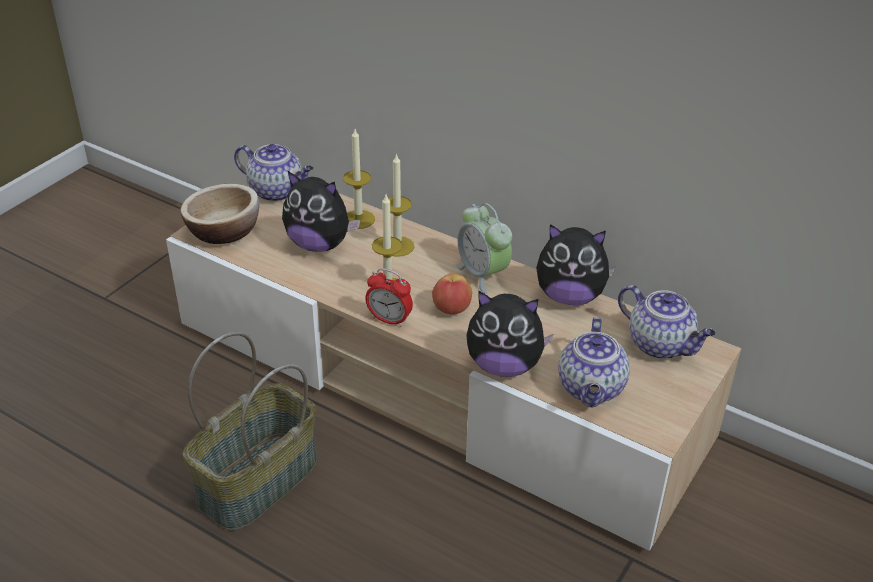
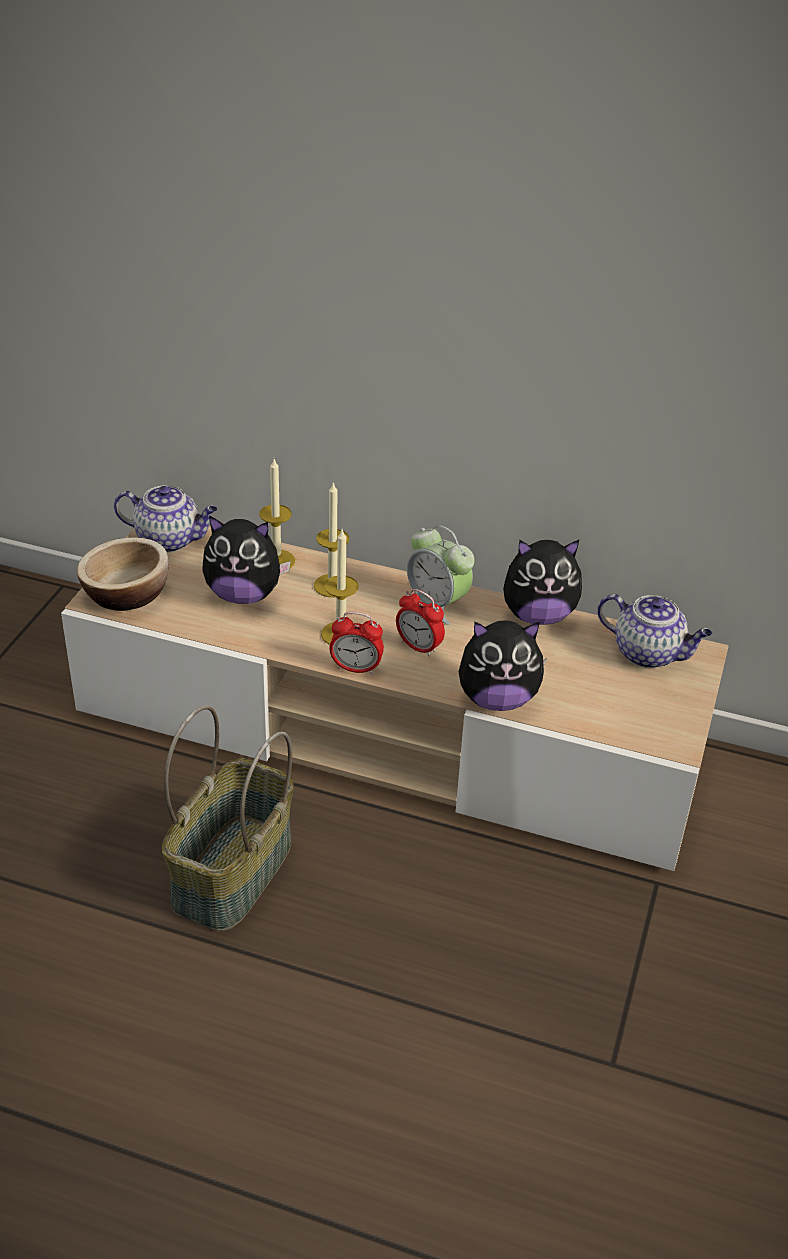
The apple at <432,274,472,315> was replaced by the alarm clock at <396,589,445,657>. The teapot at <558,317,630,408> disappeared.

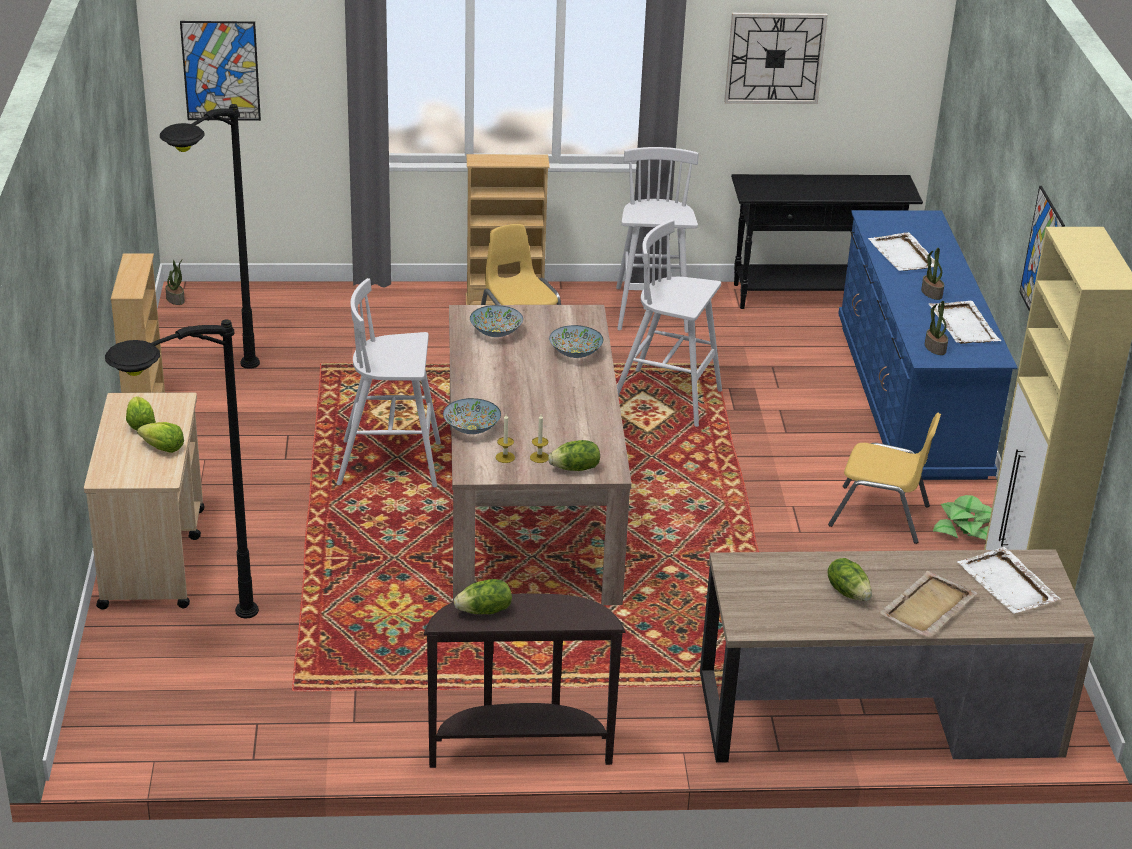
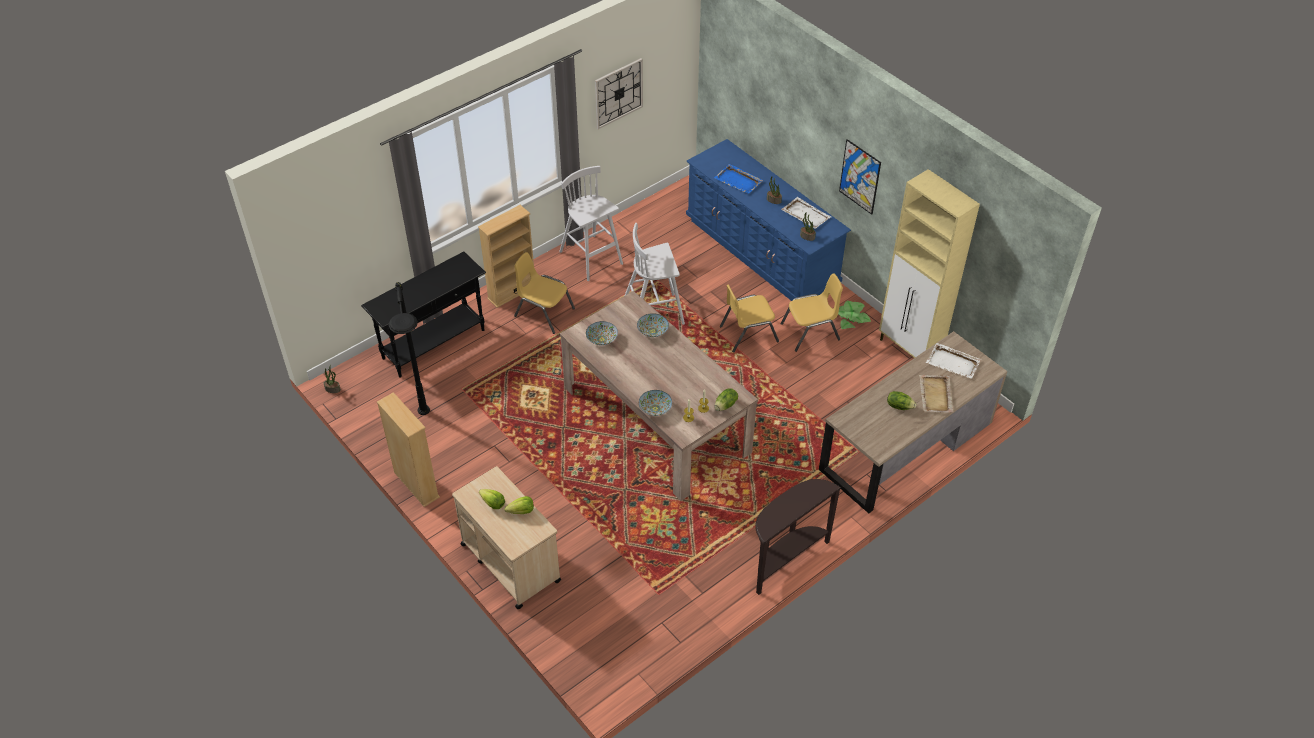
The floor lamp/black at <105,319,259,619> disappeared. The picture at <180,21,261,121> disappeared. The stool/white at <337,278,441,487> disappeared. The lettuce at <454,579,512,614> disappeared. The console table/black moved from <731,174,923,309> to <361,251,486,378>. The tray/white at <868,232,935,271> became the tray/blue at <714,164,763,194>. The chair/yellow at <720,285,779,352> appeared.

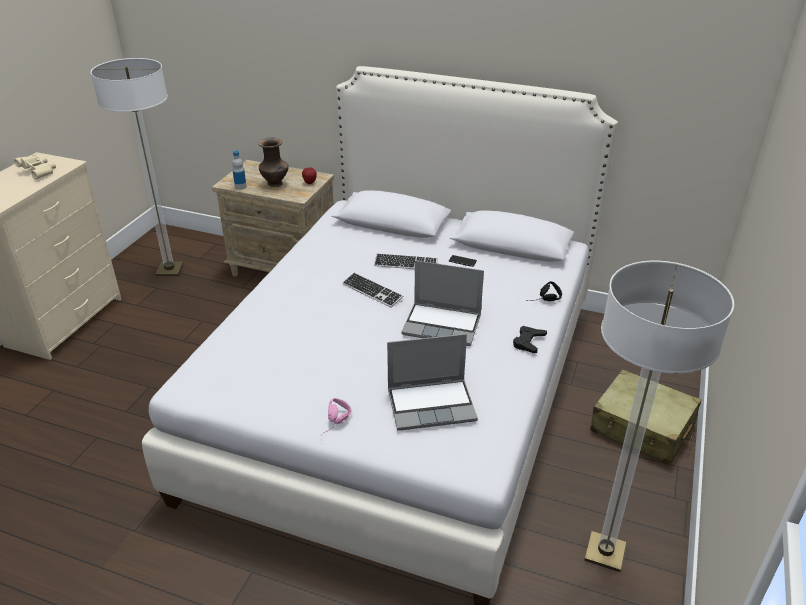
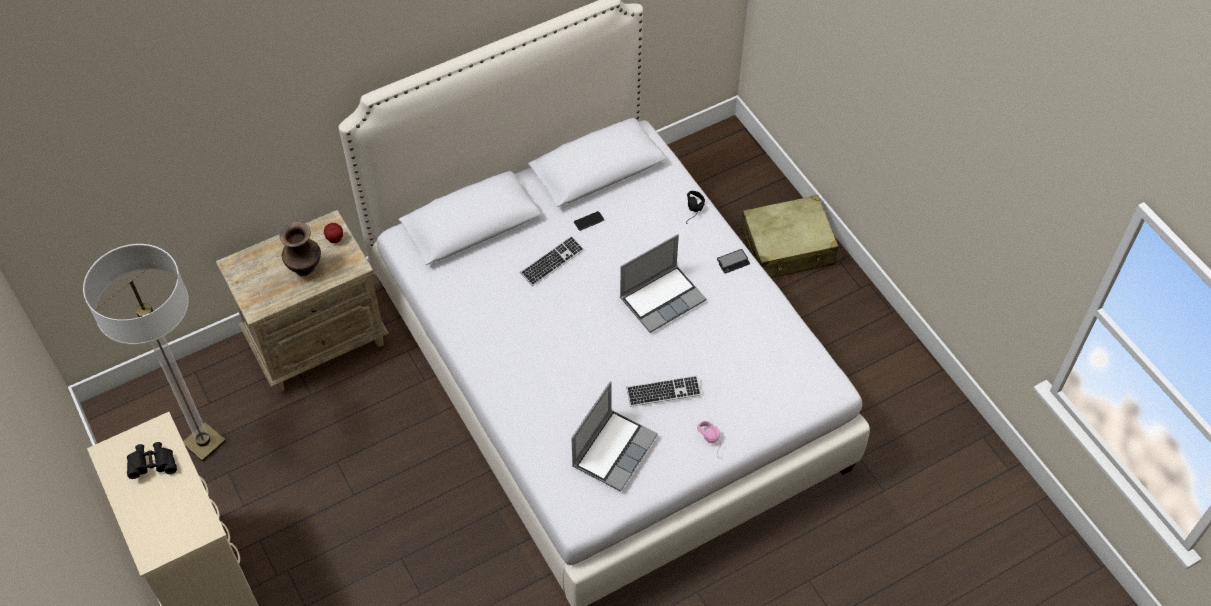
The binoculars/beige at <14,155,56,179> became the binoculars/black at <127,442,177,479>. The bottle at <232,151,247,190> disappeared. The keyboard moved from <342,272,403,308> to <626,375,701,407>. The laptop moved from <387,334,478,431> to <571,381,658,492>. The game controller/black at <513,326,547,353> was replaced by the phone at <717,249,750,274>. The floor lamp at <584,261,734,572> disappeared.

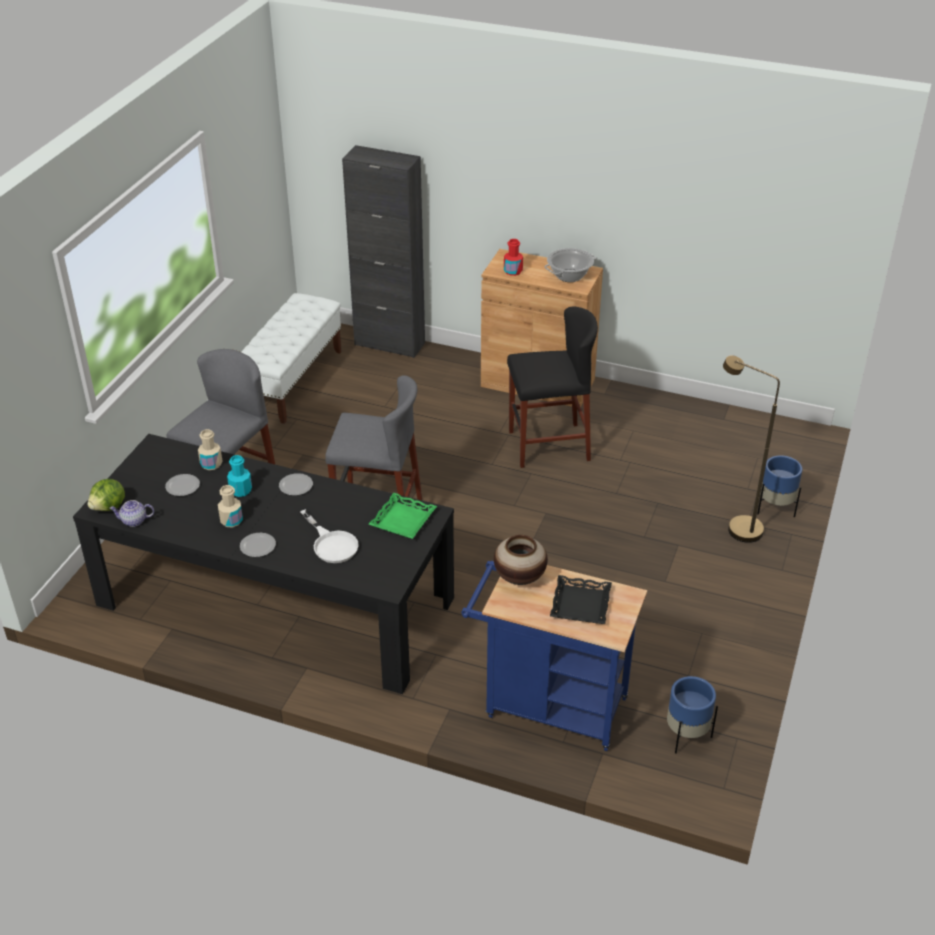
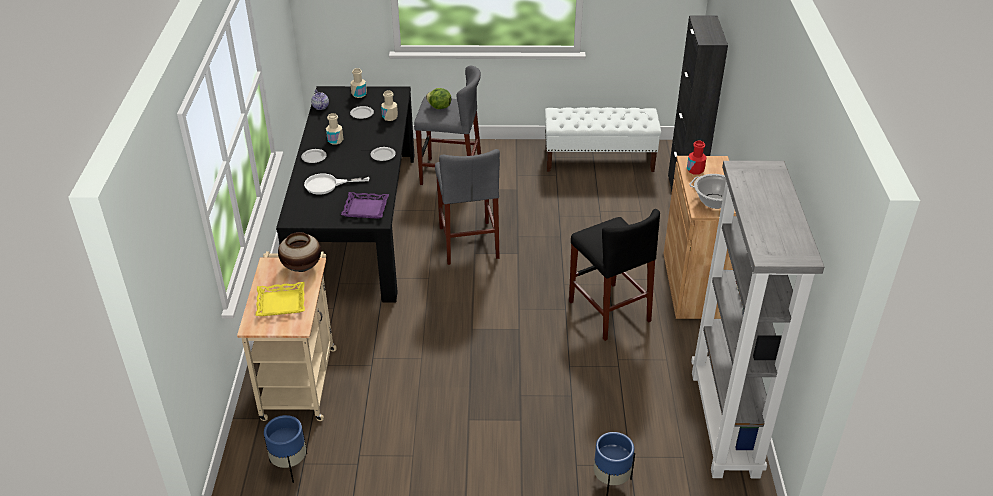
The lettuce moved from <87,479,125,511> to <426,88,451,109>. The bottle/turquoise at <227,455,252,497> disappeared. The frying pan/white at <300,509,359,563> turned 45 degrees clockwise. The tray/green at <369,493,437,539> became the tray/purple at <341,192,389,219>. The cart/blue at <461,561,647,751> became the cart/beige at <237,251,337,421>. The tray/black at <550,575,612,624> became the tray/yellow at <256,282,305,316>. The floor lamp/brown at <723,356,780,543> disappeared. The bottle/beige at <350,68,367,98> appeared. The bookcase/grey at <691,161,824,479> appeared.

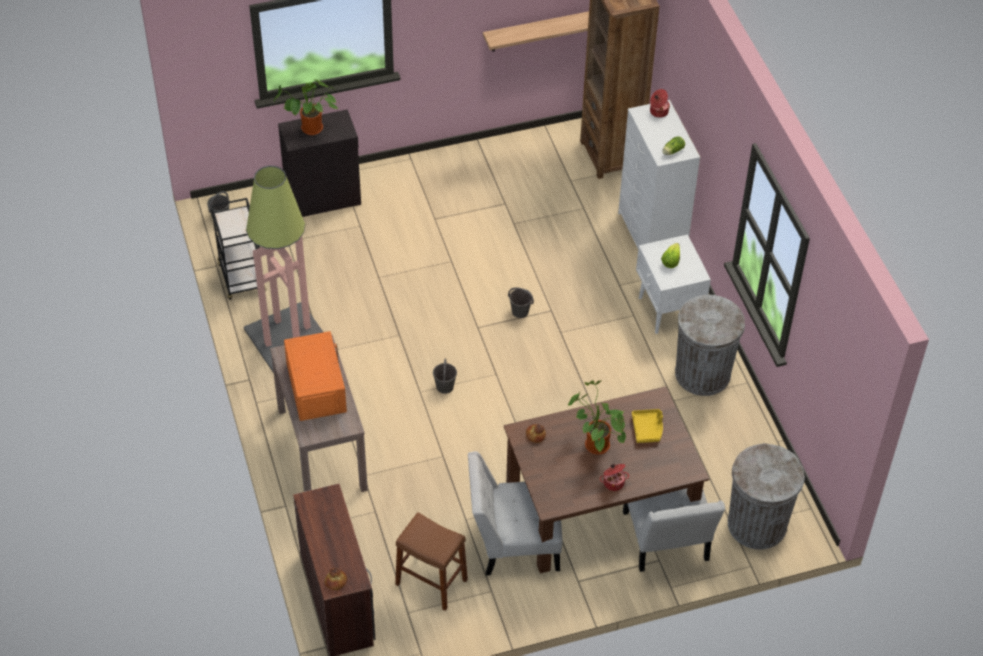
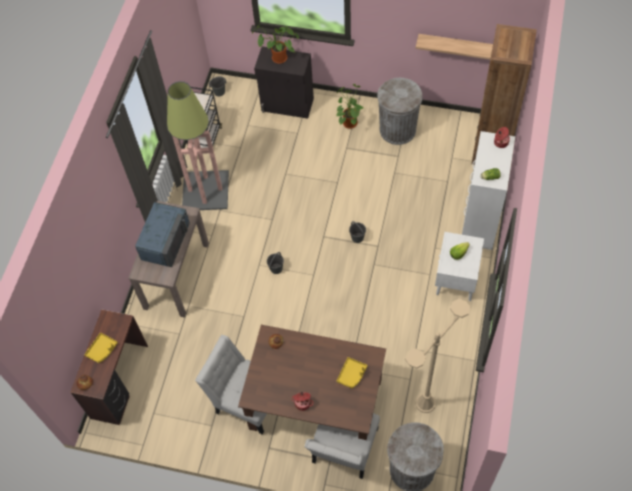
The microwave/orange at <284,331,347,421> became the microwave/blue at <135,202,190,267>. The stool/brown at <395,512,468,611> disappeared. The potted plant moved from <568,380,626,455> to <336,84,363,129>. The trash can/grey moved from <675,295,745,396> to <377,78,423,145>. The tray/yellow at <85,333,118,363> appeared. The floor lamp/beige at <405,299,471,413> appeared.

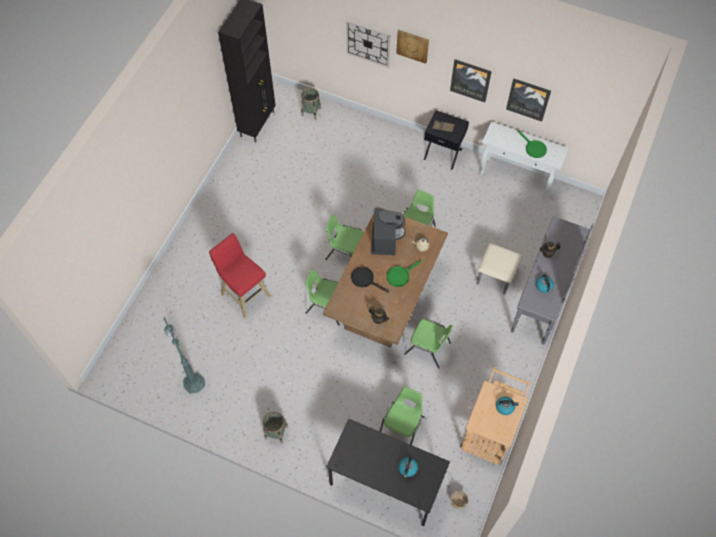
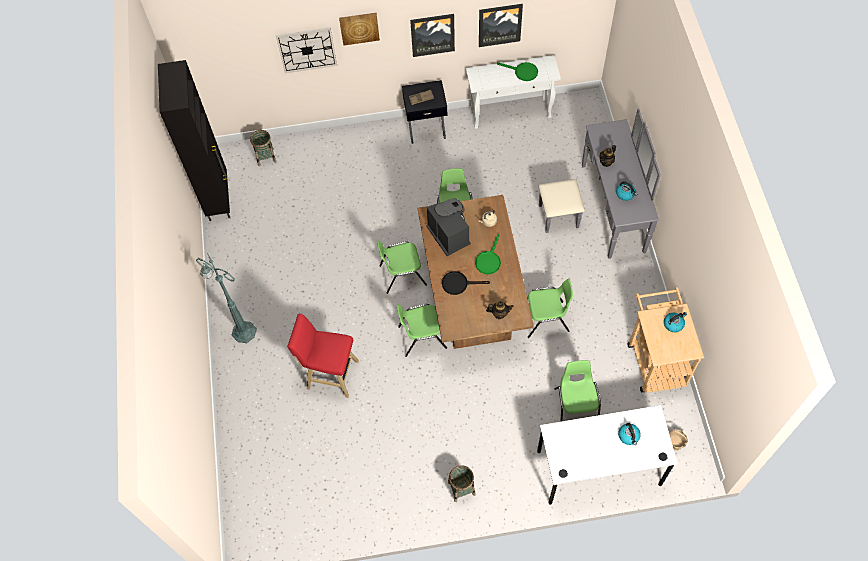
The floor lamp/green moved from <164,317,205,394> to <196,253,257,343>. The desk/black at <326,418,450,526> became the desk/white at <537,405,678,505>.

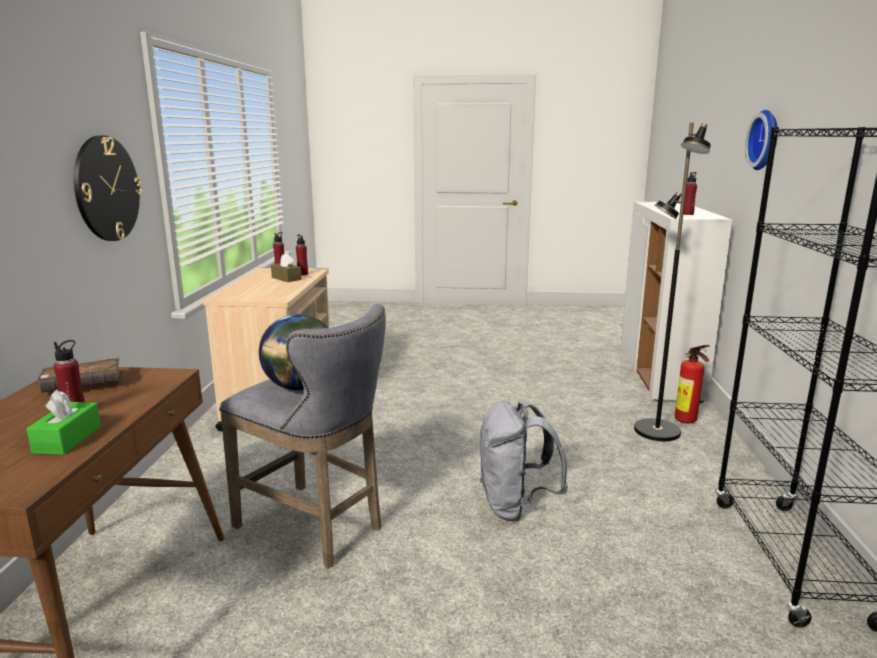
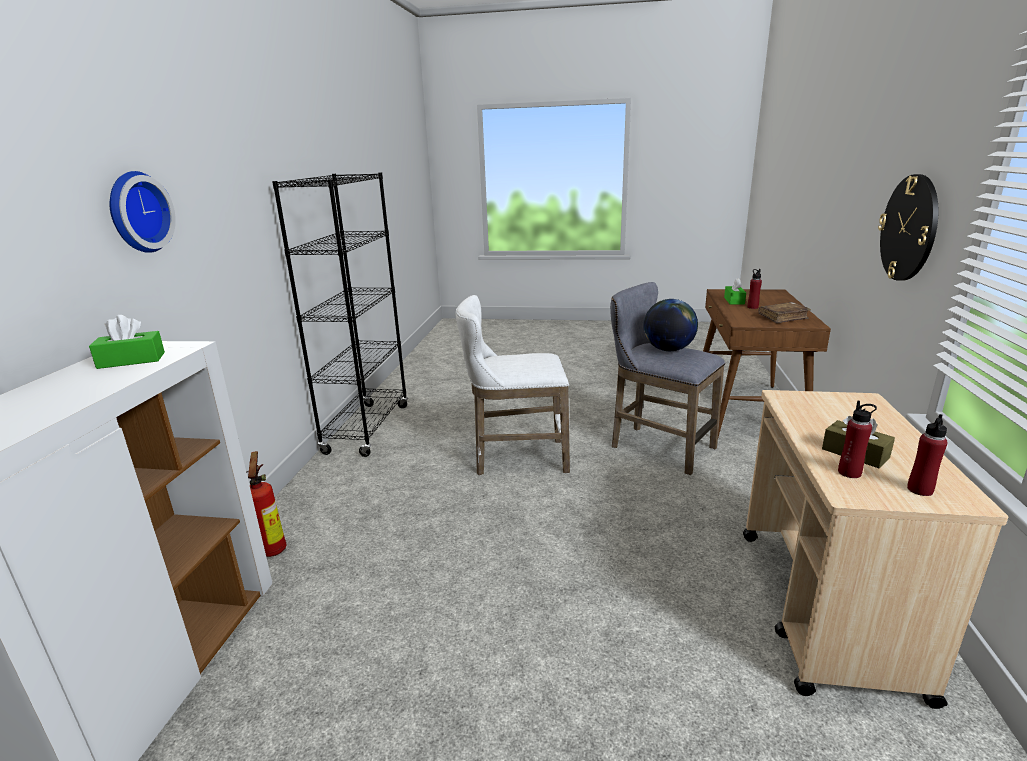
The backpack/grey at <479,401,568,522> was replaced by the stool/white at <456,295,570,475>. The floor lamp/black at <634,122,711,441> disappeared. The bottle/red at <683,172,697,215> was replaced by the tissue box/green at <89,315,165,369>.

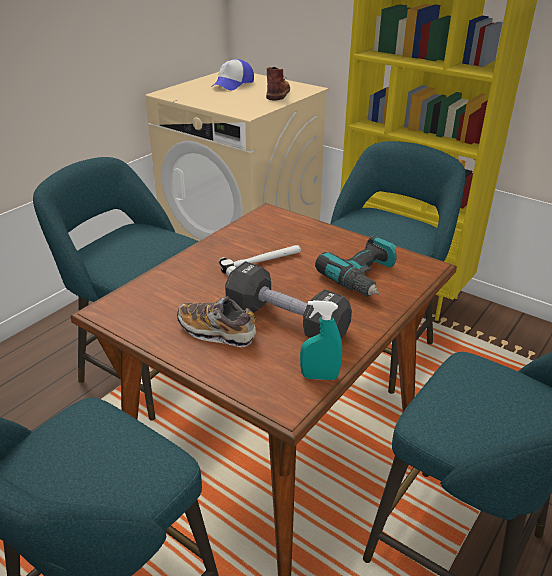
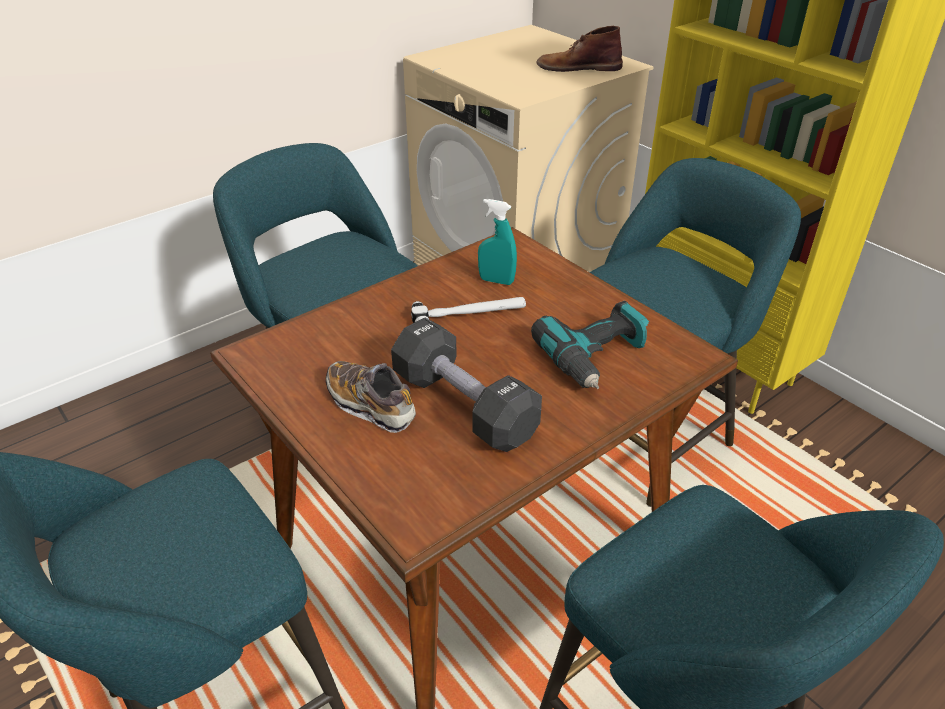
The cap at <211,59,254,90> disappeared. The boot/brown at <266,67,290,100> turned 105 degrees counterclockwise. The spray bottle/turquoise moved from <300,300,342,380> to <478,199,517,285>.

